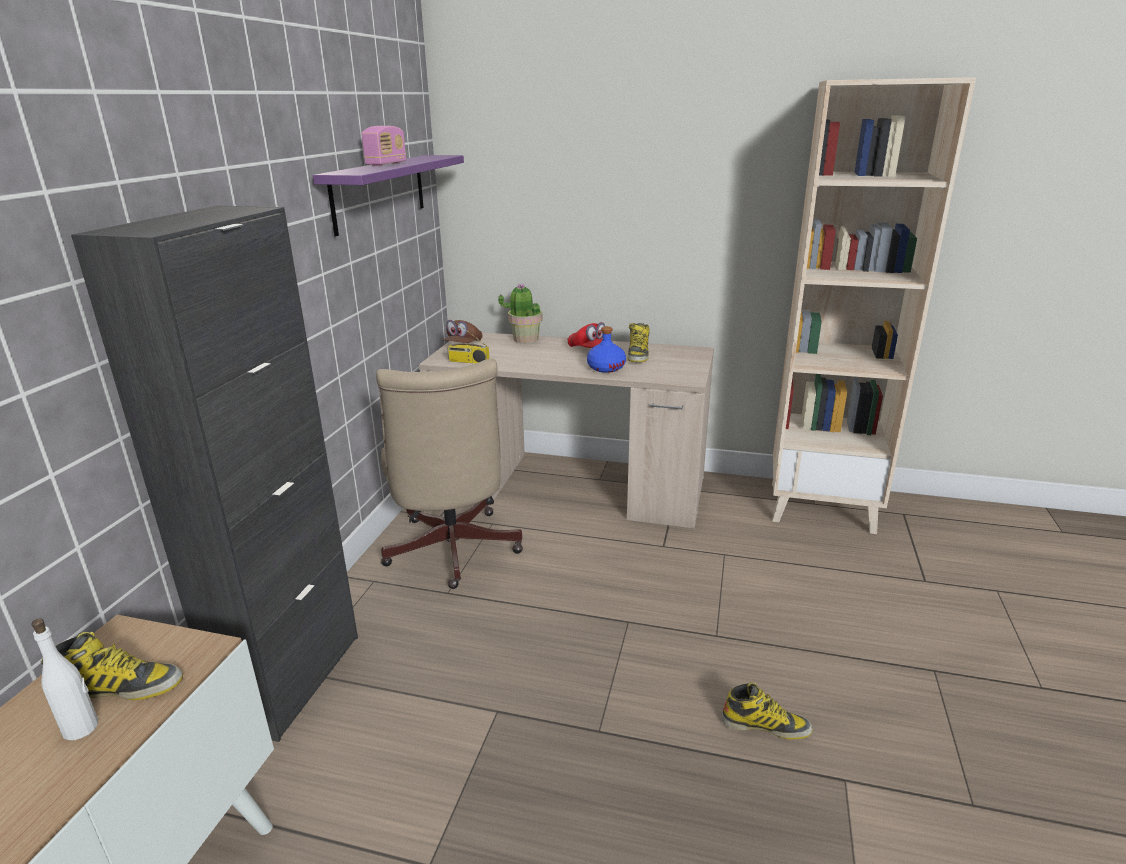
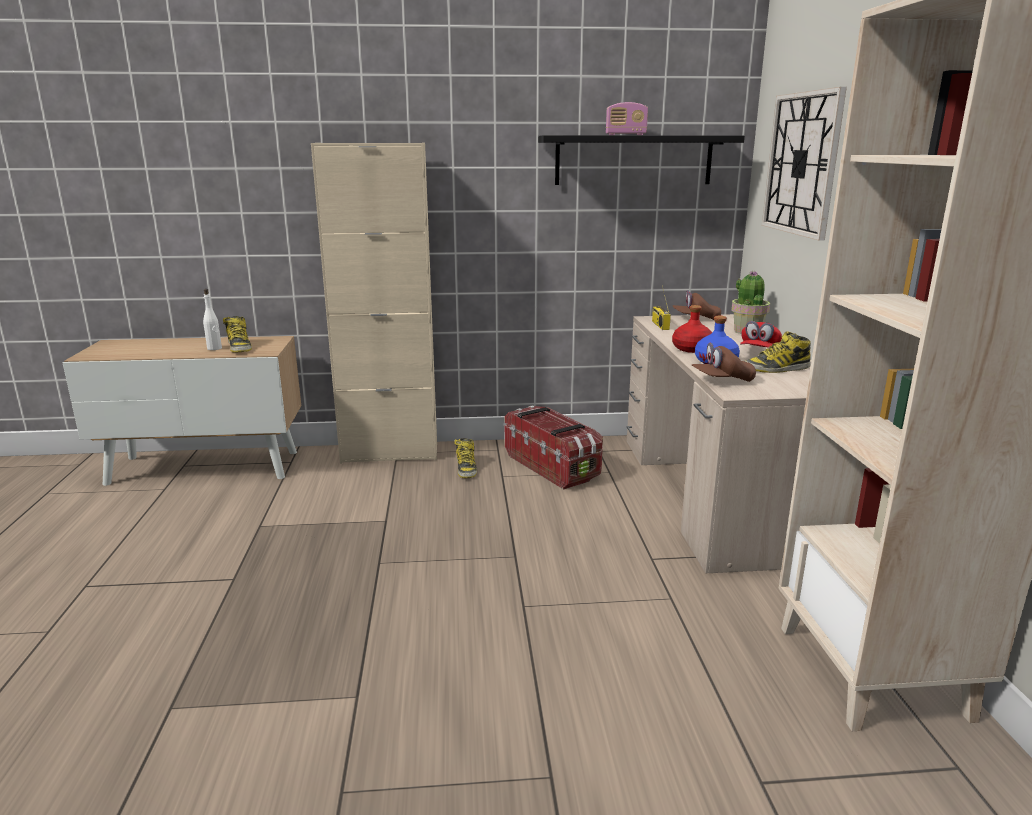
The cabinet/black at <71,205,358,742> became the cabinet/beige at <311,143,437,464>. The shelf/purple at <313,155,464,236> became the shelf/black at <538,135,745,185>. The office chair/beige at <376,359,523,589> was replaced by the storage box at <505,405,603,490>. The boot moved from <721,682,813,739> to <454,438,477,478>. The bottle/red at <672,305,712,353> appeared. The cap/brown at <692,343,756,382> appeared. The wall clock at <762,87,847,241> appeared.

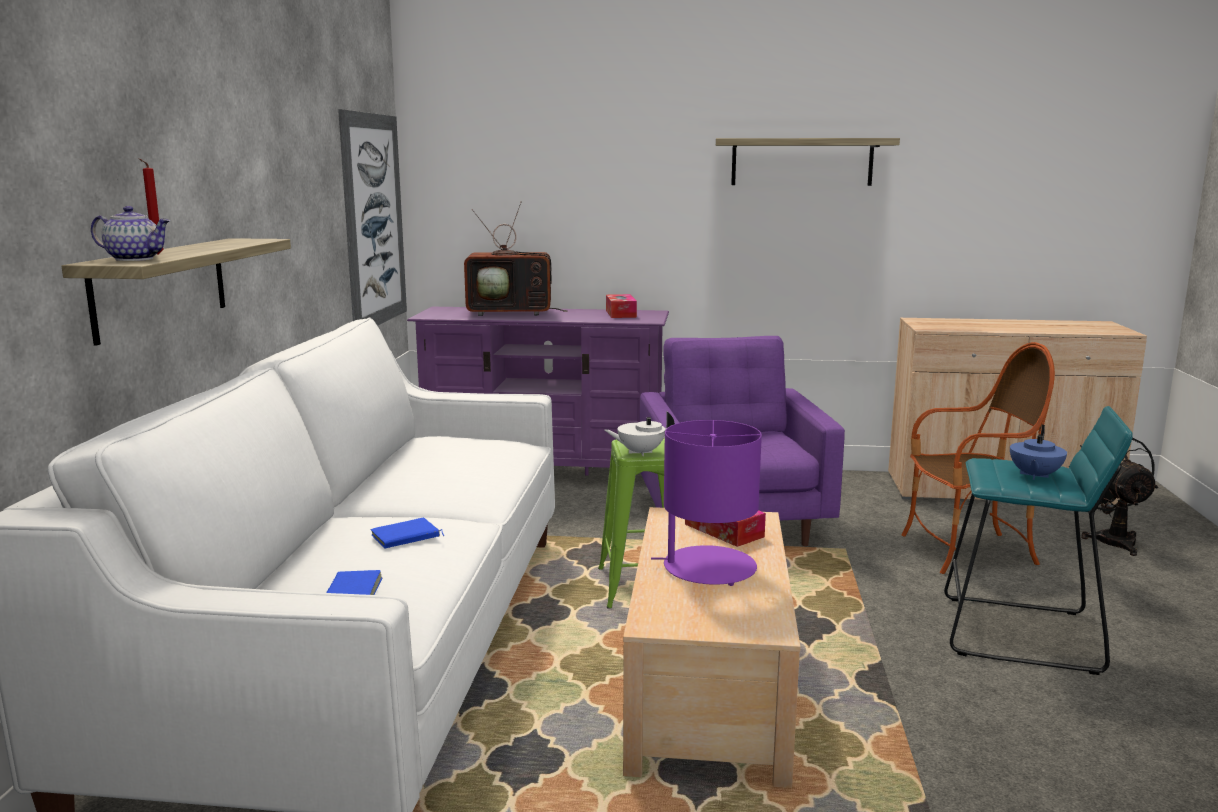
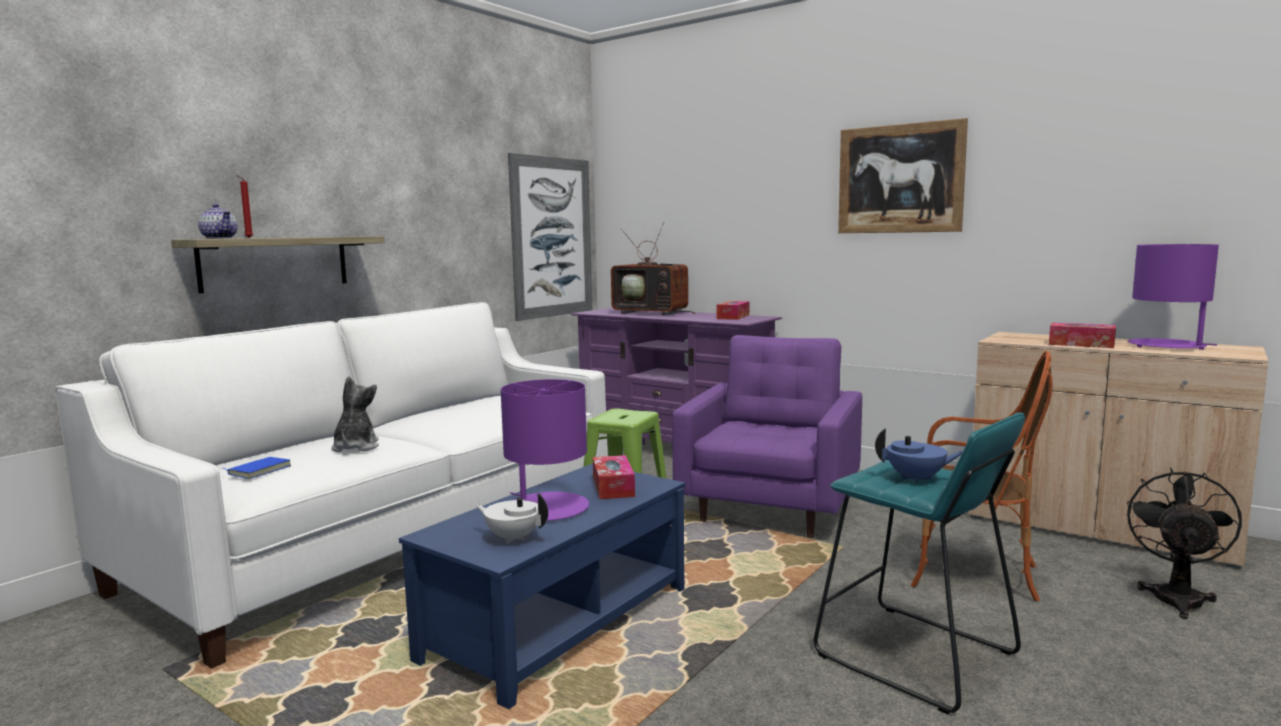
The book/blue at <371,518,444,549> was replaced by the plush toy at <331,376,379,452>. The teapot/white moved from <605,412,675,456> to <475,494,548,544>. The coffee table/beige at <623,507,800,788> became the coffee table/blue at <399,464,686,709>. The shelf at <716,138,900,186> was replaced by the picture at <838,118,968,233>. The teapot/blue at <1010,425,1067,480> turned 135 degrees counterclockwise. The tissue box at <1049,323,1116,348> appeared. The table lamp/purple at <1128,244,1219,350> appeared.

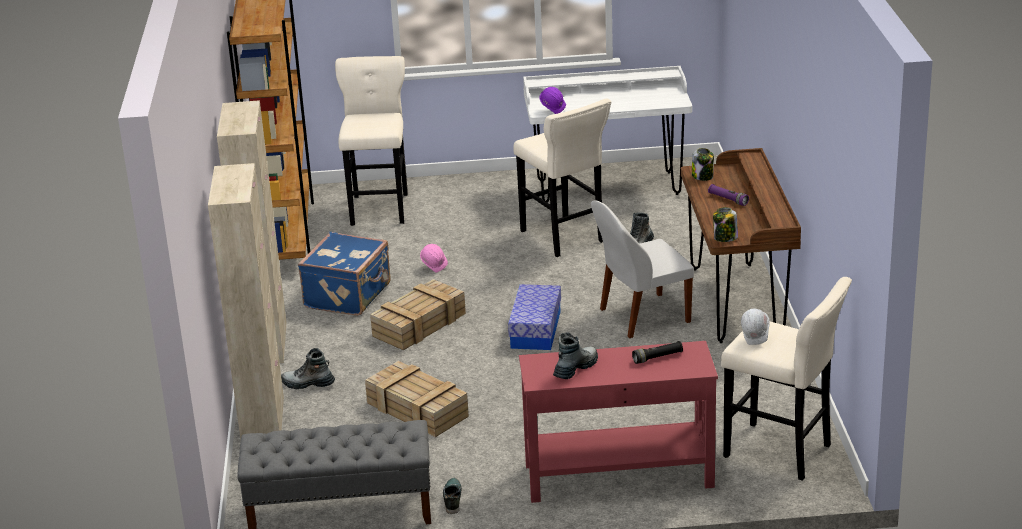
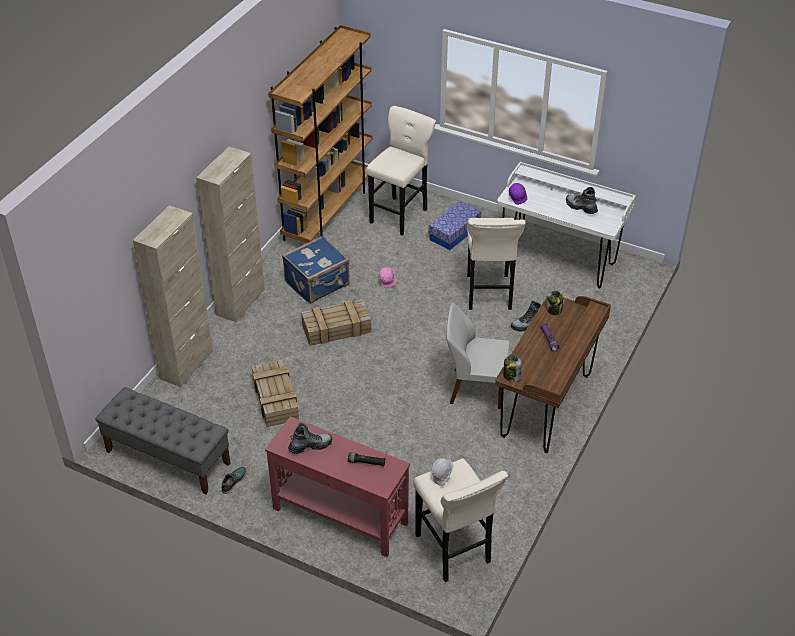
The boot moved from <281,348,335,389> to <566,187,598,214>. The storage box moved from <508,284,561,350> to <428,201,481,250>.

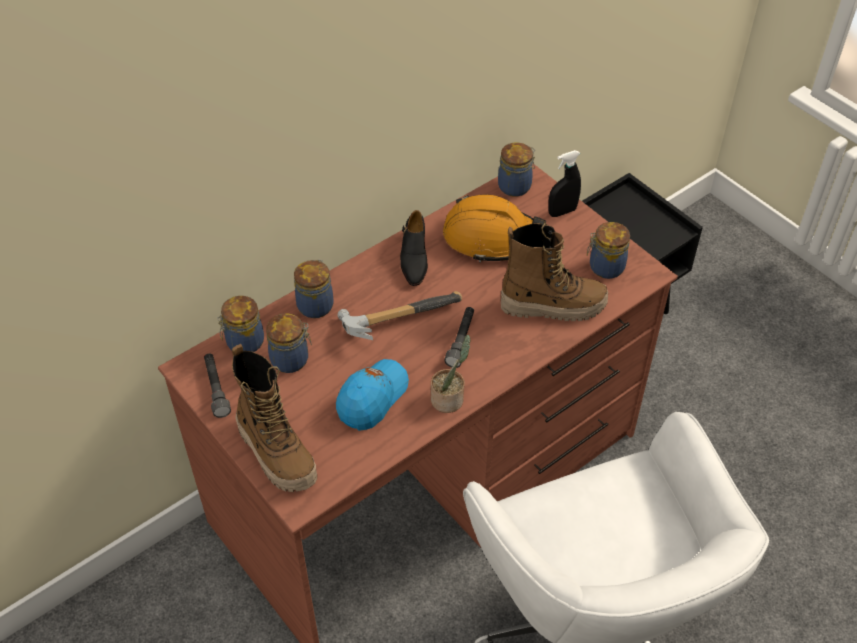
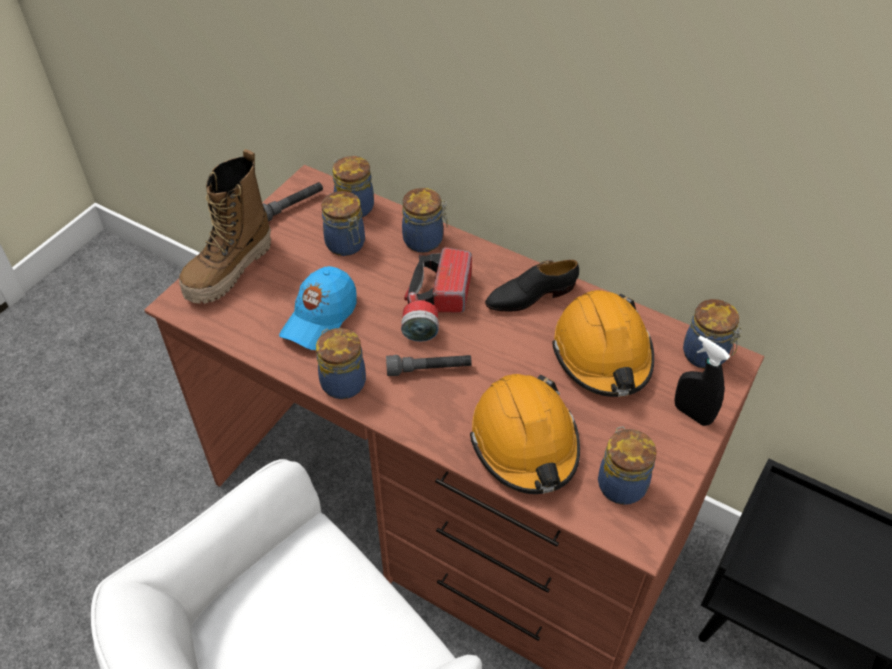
The cap/blue at <336,359,409,431> turned 105 degrees clockwise. The hammer at <337,291,462,340> was replaced by the flashlight at <401,247,472,342>. The potted plant at <431,335,471,413> was replaced by the jar at <316,328,366,399>. The boot at <501,223,608,321> was replaced by the hard hat/orange at <470,374,580,494>.

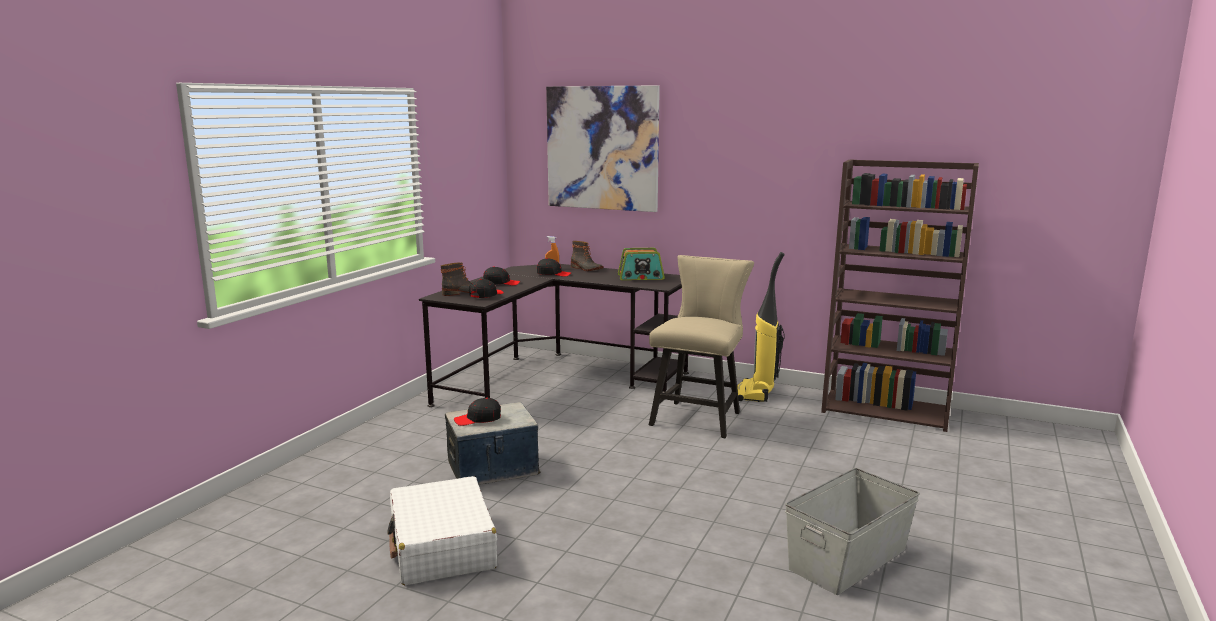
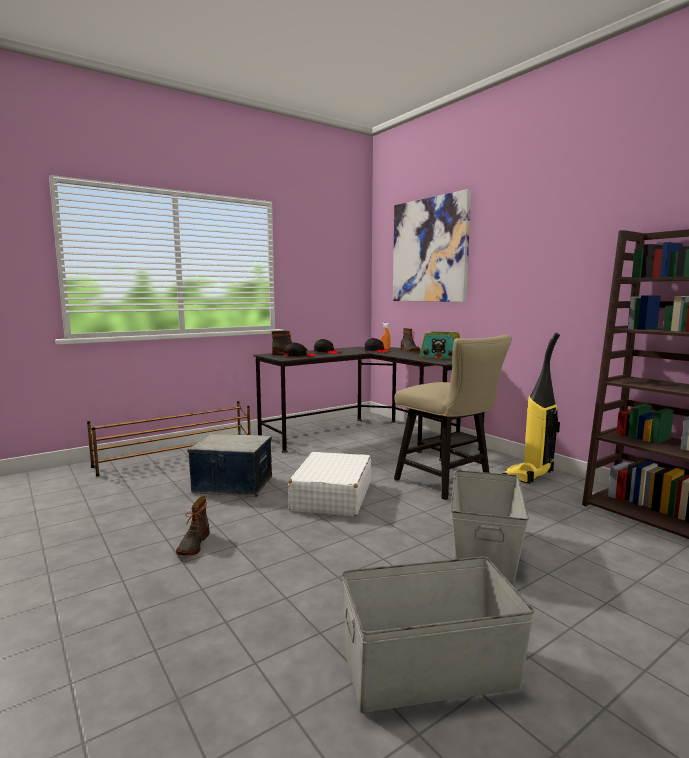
The suitcase/white moved from <387,476,497,585> to <288,452,371,516>. The cap/black at <454,398,501,426> disappeared. The chair/beige at <649,255,754,438> turned 90 degrees clockwise. The shoe rack/brown at <87,401,251,476> appeared. The boot at <176,496,210,556> appeared. The storage box/grey at <450,470,529,581> appeared.

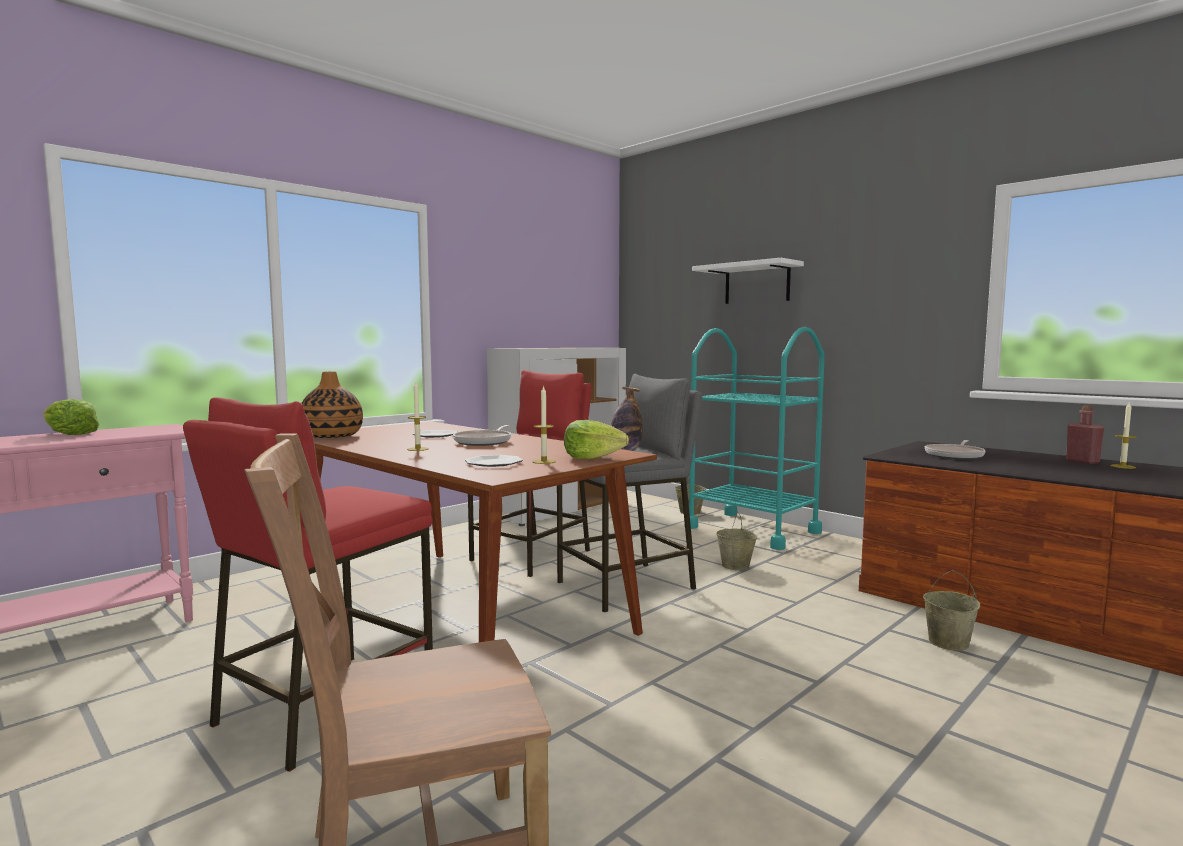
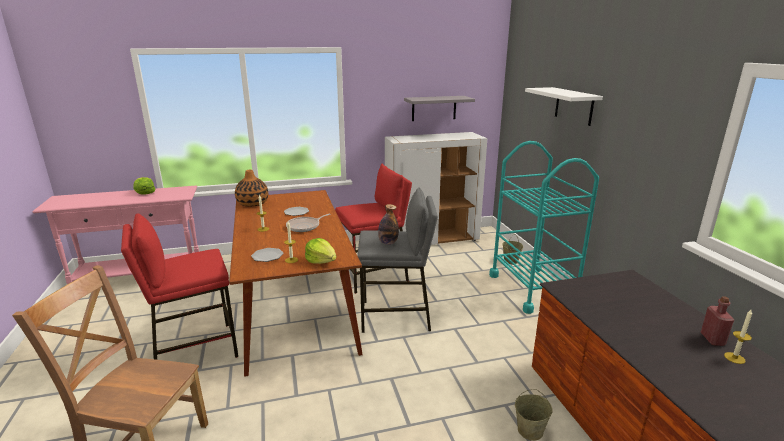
The bucket/beige at <716,511,757,570> disappeared. The frying pan at <925,440,986,460> disappeared. The shelf/grey at <404,96,475,121> appeared.

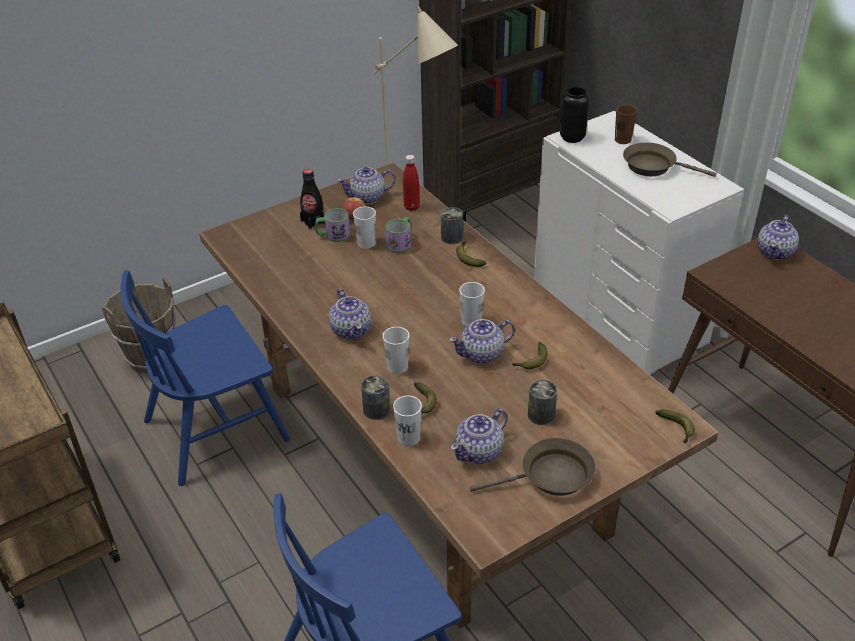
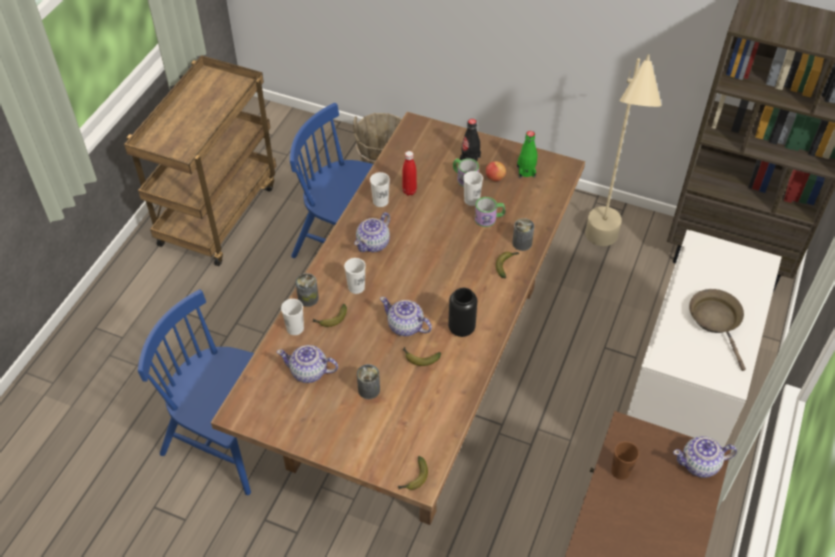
The teapot at <337,167,396,204> was replaced by the bottle/green at <517,131,537,178>. The bottle/red moved from <403,155,420,211> to <402,151,417,196>. The cup/white moved from <459,282,485,327> to <370,172,390,207>. The frying pan/brown at <470,438,596,496> disappeared. The vase/black moved from <560,87,589,143> to <448,288,478,337>. The cup/brown moved from <615,105,637,144> to <611,441,639,480>.

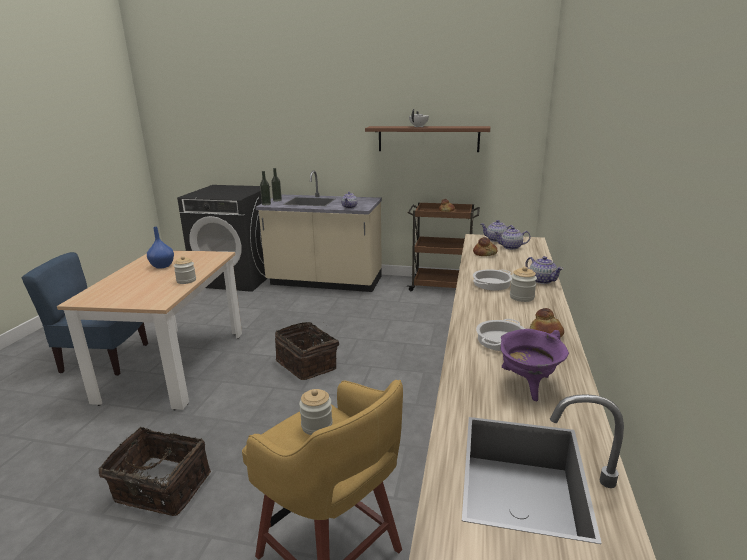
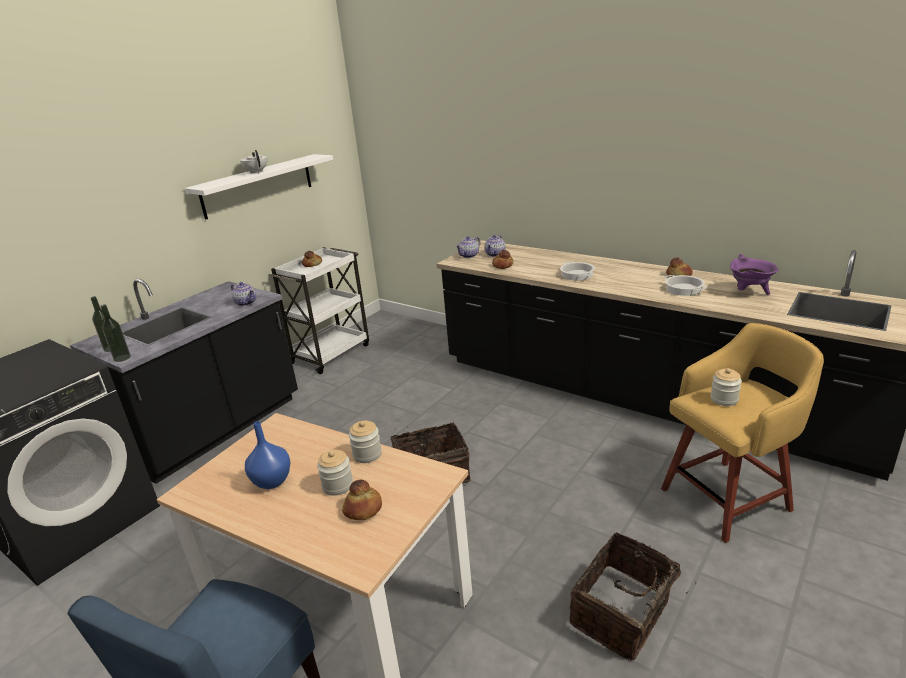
The counter/beige at <256,171,382,292> became the counter/black at <70,279,298,484>. The shelf/brown at <365,126,490,152> became the shelf/white at <184,154,333,220>. The cart/brown at <408,202,480,291> became the cart/white at <268,247,369,374>. The jar moved from <510,266,537,302> to <317,450,353,496>. The teapot at <525,256,563,284> disappeared. The bread at <342,480,382,520> appeared.

